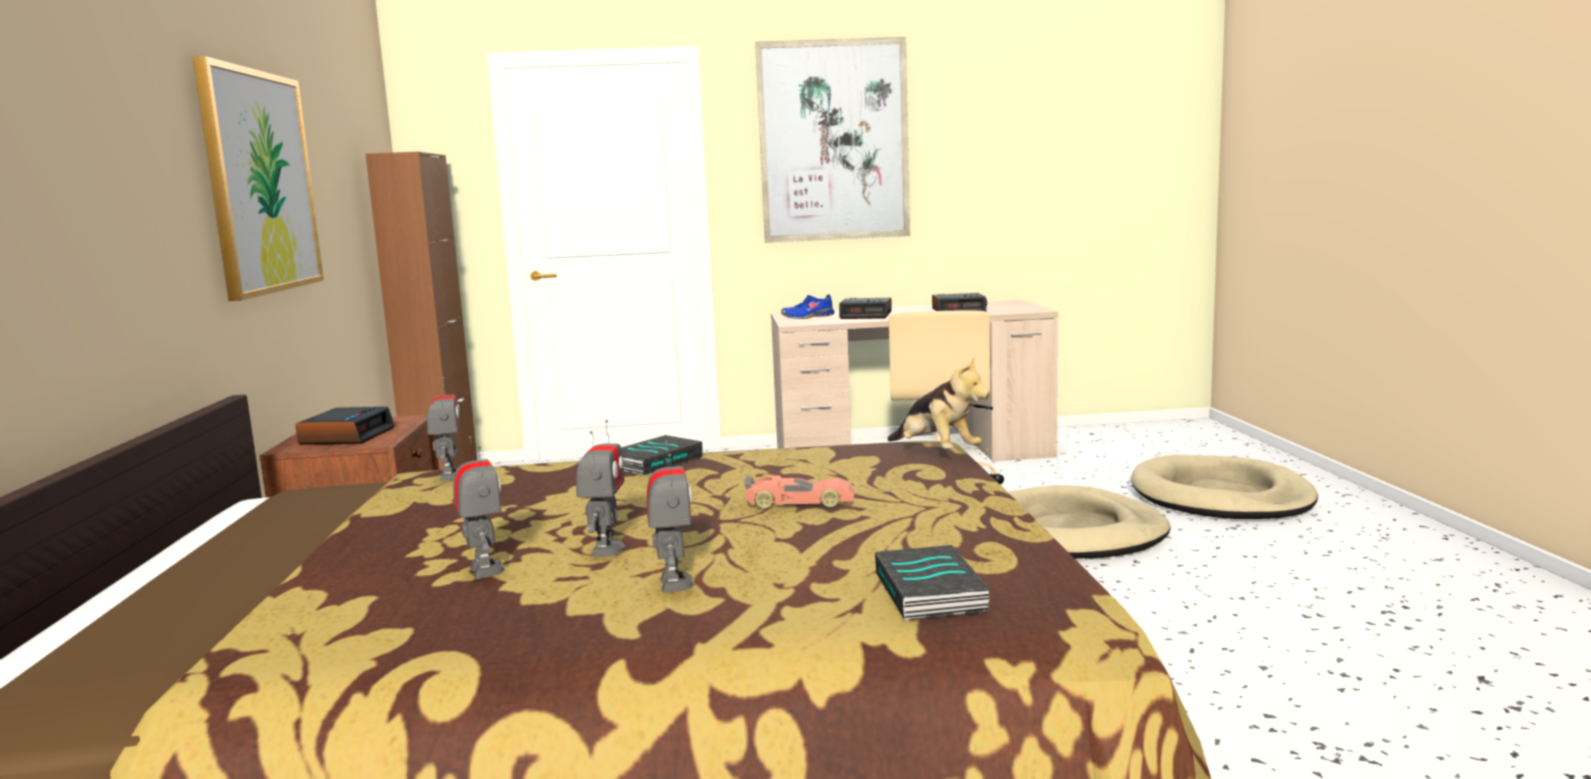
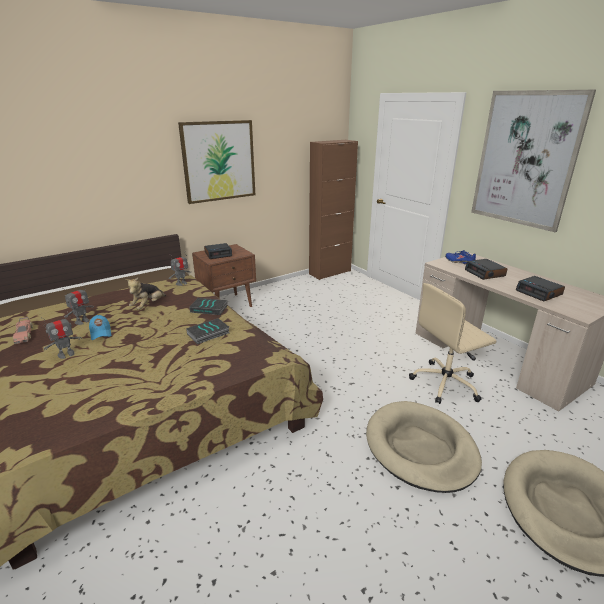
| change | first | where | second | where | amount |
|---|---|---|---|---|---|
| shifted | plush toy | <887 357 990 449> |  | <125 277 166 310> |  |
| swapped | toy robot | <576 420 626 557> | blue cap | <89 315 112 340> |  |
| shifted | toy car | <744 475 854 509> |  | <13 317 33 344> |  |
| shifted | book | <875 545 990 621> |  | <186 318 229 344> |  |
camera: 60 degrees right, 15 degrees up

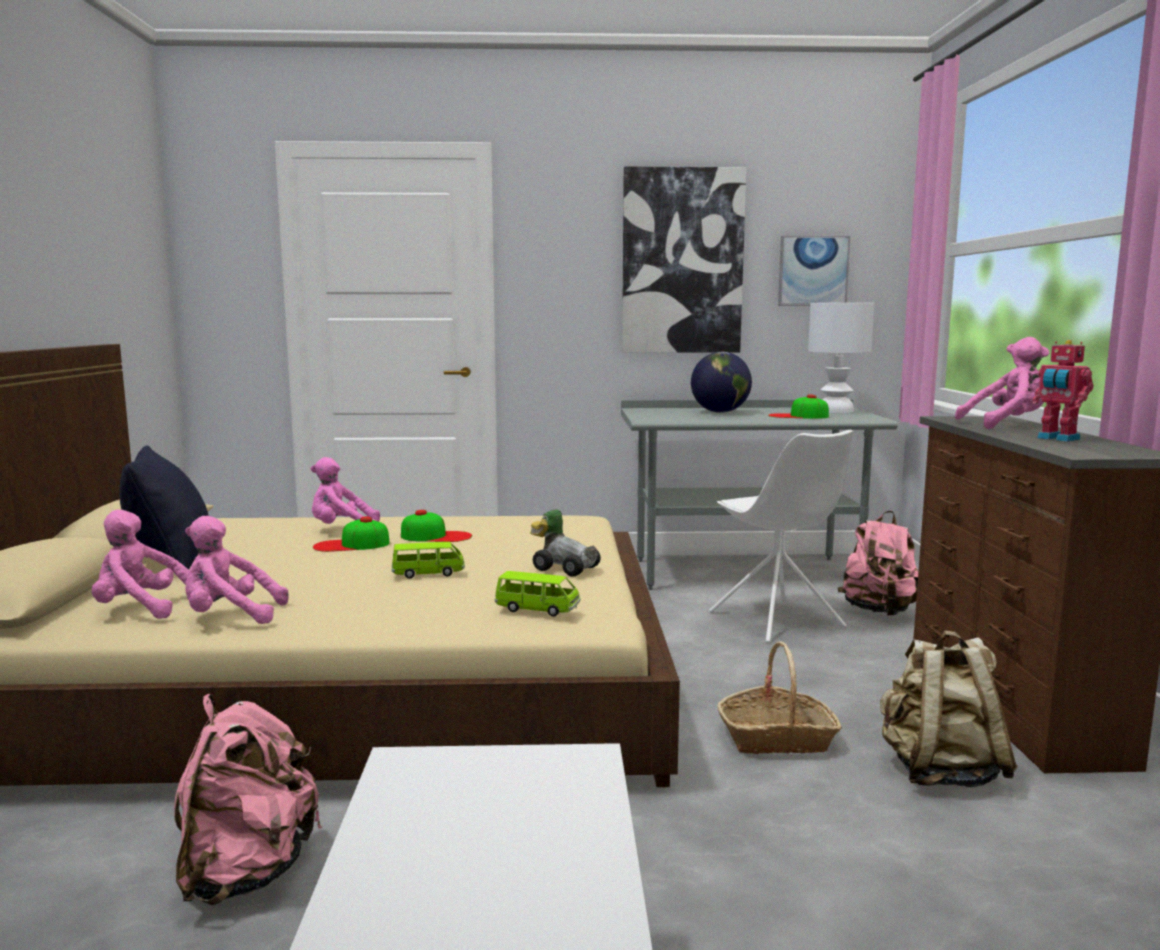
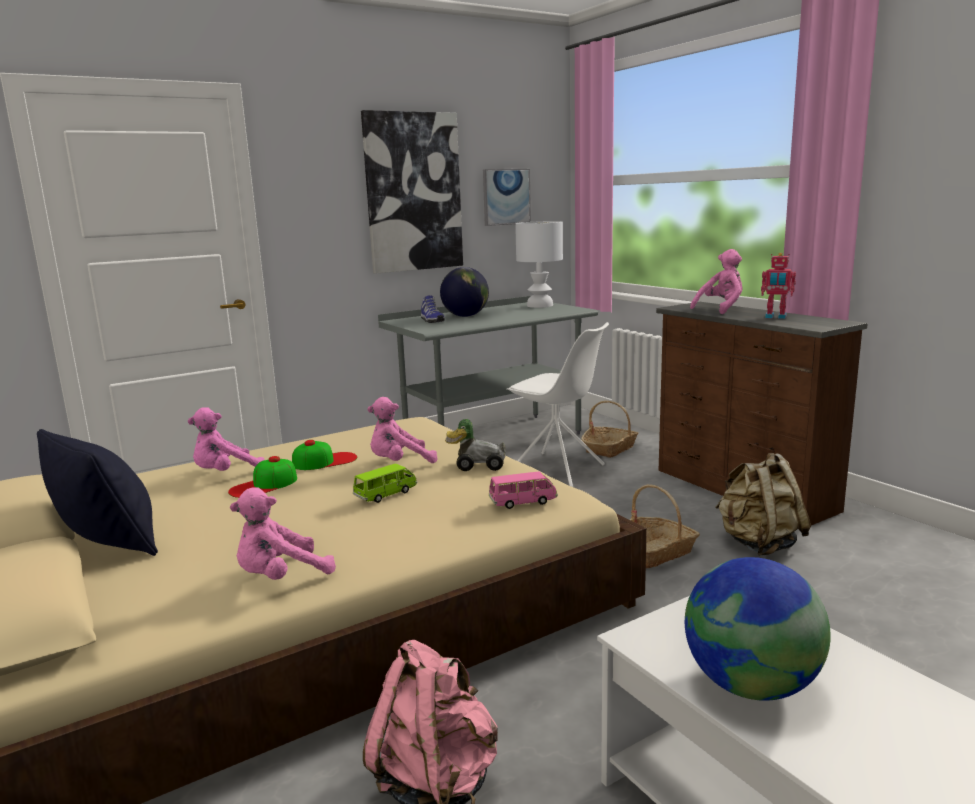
| change | first | where | second | where | amount |
|---|---|---|---|---|---|
| gone | cap | <768 394 829 419> |  |  |  |
| shifted | pink plush toy | <92 510 189 619> |  | <368 397 438 463> |  |
| swapped | pink backpack | <838 511 918 616> | basket | <581 401 638 458> |  |
| repainted | green toy car | <495 571 581 617> | pink toy car | <489 472 558 509> |  |
| new |  |  | shoe | <421 295 445 323> |  |
| new |  |  | globe | <685 557 831 701> |  |
camera: 30 degrees left, 5 degrees up

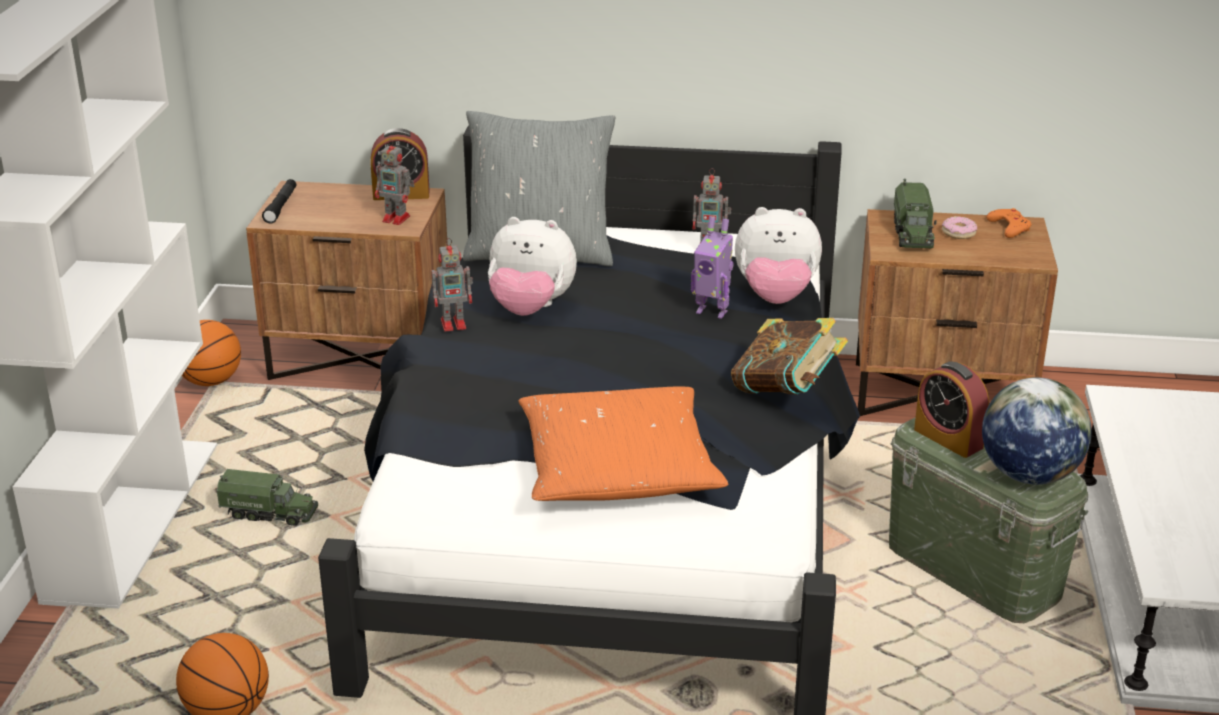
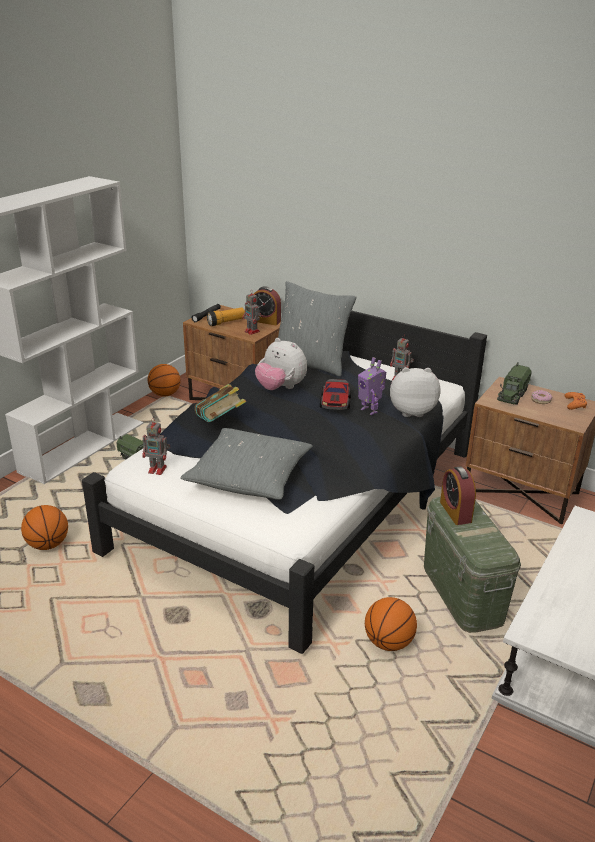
| change | first | where | second | where | amount |
|---|---|---|---|---|---|
| rotated | plush toy | <735 207 822 304> |  | <390 367 440 417> | 150 degrees clockwise |
| shifted | toy robot | <431 238 473 331> |  | <142 418 170 475> |  |
| shifted | book | <731 318 848 394> |  | <195 384 246 422> |  |
| gone | globe | <982 377 1092 485> |  |  |  |
| repainted | orange pillow | <519 386 728 501> | grey pillow | <180 428 313 500> |  |
| new |  |  | flashlight | <207 307 245 326> |  |
| new |  |  | toy car | <320 379 351 410> |  |
| new |  |  | basketball | <365 597 417 651> |  |
camera: 25 degrees right, 0 degrees up

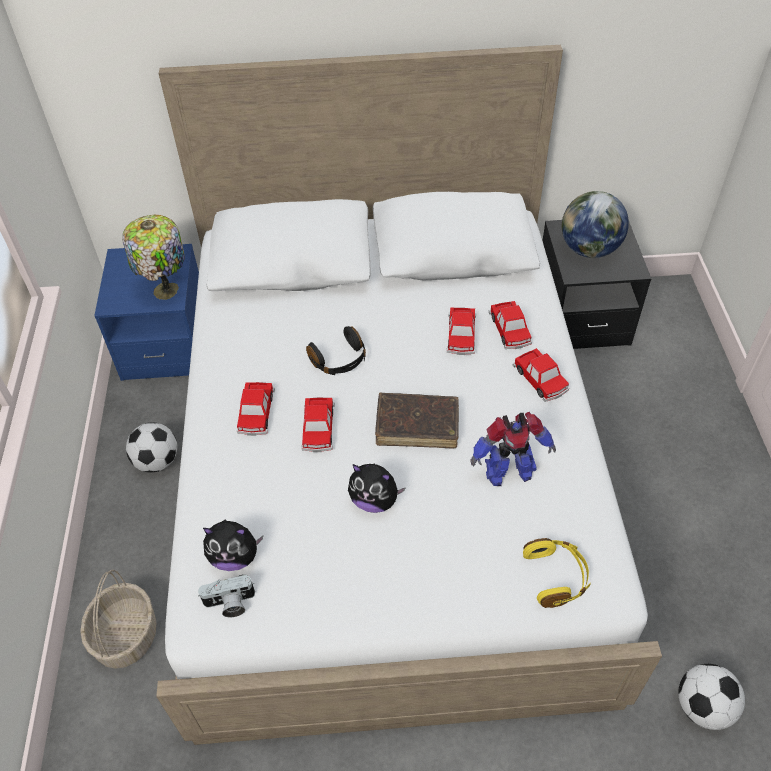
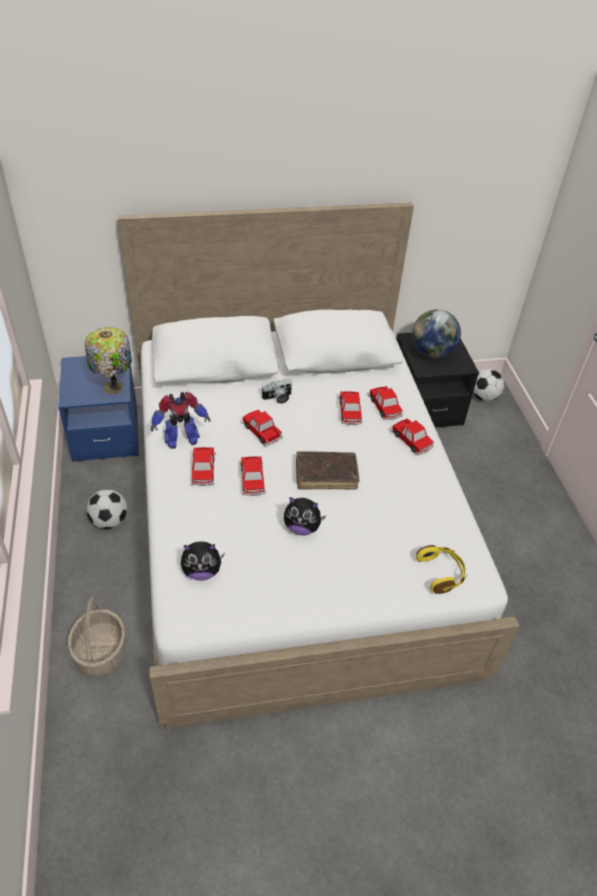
| change | first | where | second | where | amount |
|---|---|---|---|---|---|
| swapped | black headphones | <306 326 366 375> | toy car | <242 410 283 447> |  |
| shifted | toy robot | <470 412 556 486> |  | <151 392 210 449> |  |
| shifted | photo camera | <198 575 255 617> |  | <261 379 292 404> |  |
| shifted | football | <678 664 745 730> |  | <473 369 504 401> |  |
camera: 10 degrees left, 5 degrees down

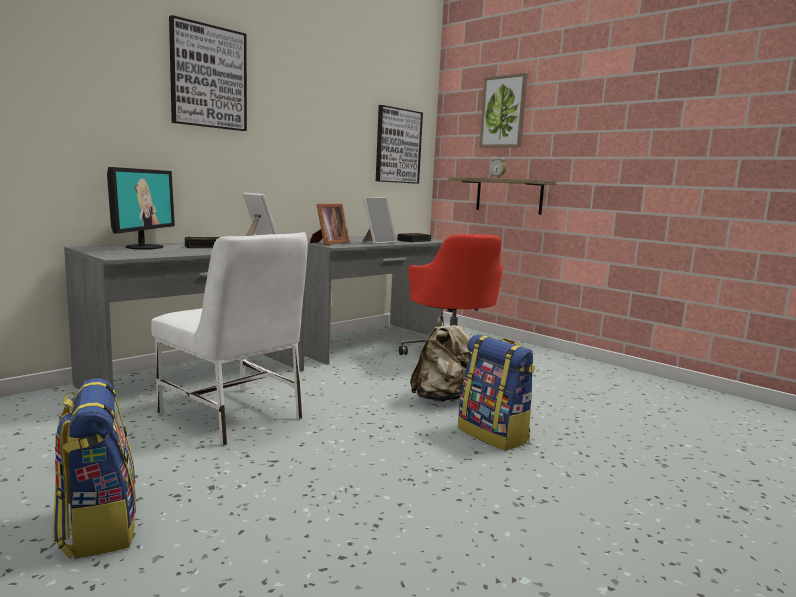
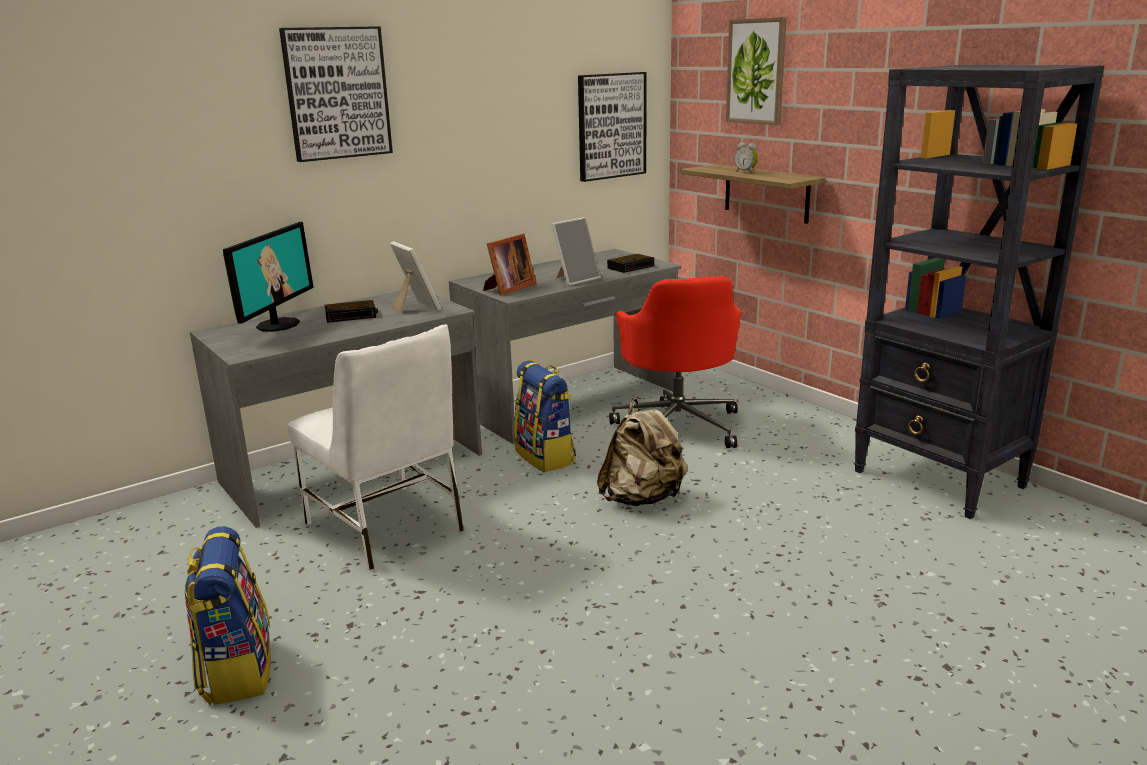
| change | first | where | second | where | amount |
|---|---|---|---|---|---|
| shifted | backpack | <458 334 535 451> |  | <514 360 576 472> |  |
| new |  |  | black bookcase | <854 65 1104 519> |  |
camera: 10 degrees right, 10 degrees up

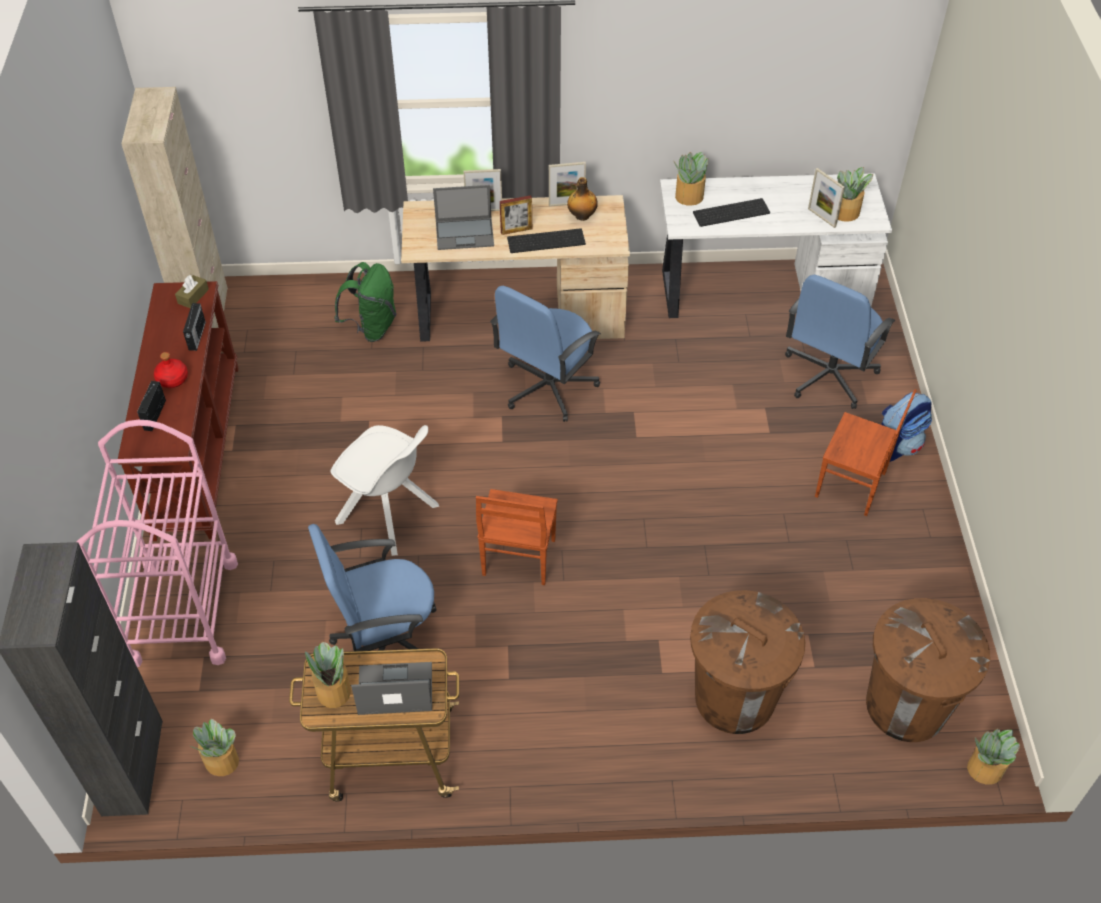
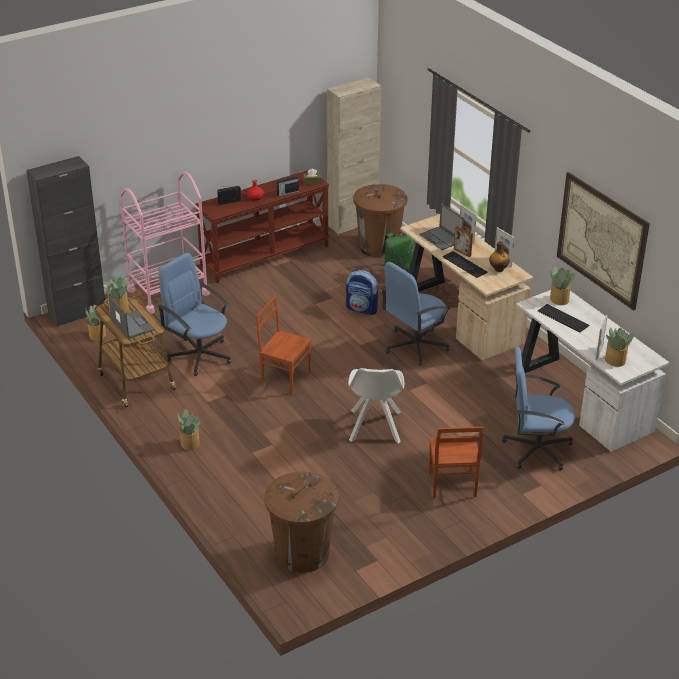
| change | first | where | second | where | amount |
|---|---|---|---|---|---|
| rotated | blue office chair | <490 286 601 422> |  | <381 262 450 366> | 45 degrees counterclockwise |
| shifted | backpack | <881 392 932 462> |  | <346 270 379 315> |  |
| shifted | white chair | <330 425 439 556> |  | <348 368 404 443> |  |
| rotated | brown chair | <476 489 558 585> |  | <256 296 311 394> | 45 degrees clockwise |
| shifted | brown trash can | <690 590 805 734> |  | <353 184 408 258> |  |
| shifted | potted plant | <967 728 1020 784> |  | <177 409 200 450> |  |
| new |  |  | picture | <557 172 650 311> |  |
camera: 60 degrees right, 15 degrees down

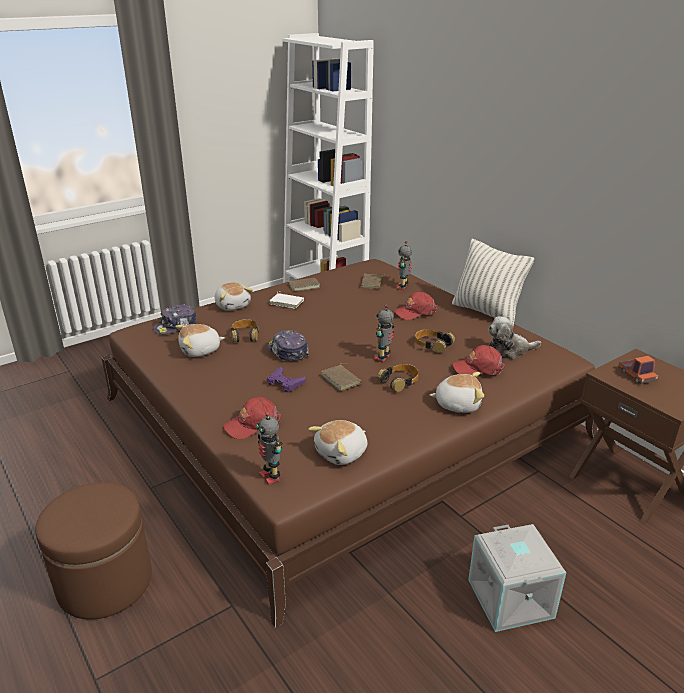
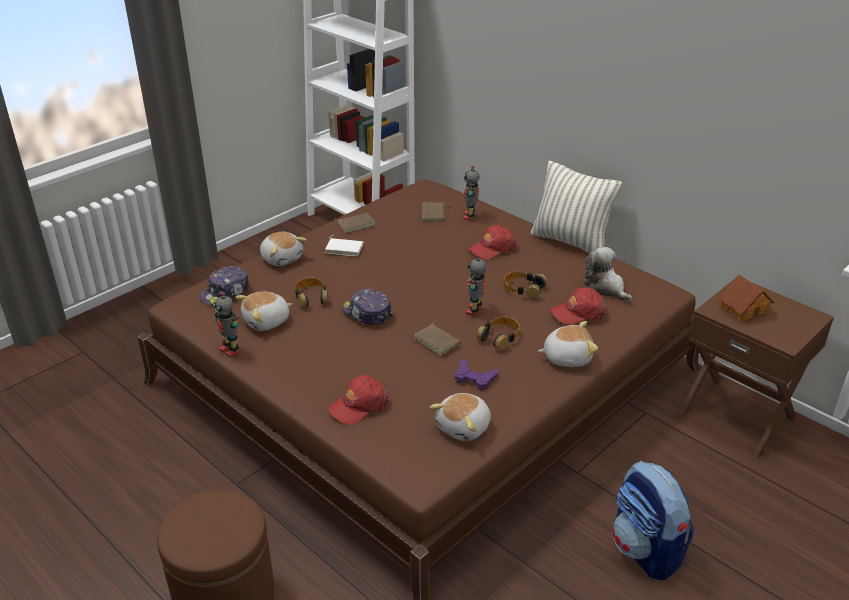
| change | first | where | second | where | amount |
|---|---|---|---|---|---|
| rotated | plush toy | <488 316 541 359> |  | <583 247 632 302> | 75 degrees clockwise |
| swapped | toy truck | <618 356 658 384> | toy house | <719 274 774 322> |  |
| shifted | purple game controller | <267 367 306 392> |  | <455 359 498 390> |  |
| shifted | toy robot | <256 412 282 485> |  | <213 292 239 358> |  |
| swapped | grey storage box | <468 524 566 632> | backpack | <612 461 694 581> |  |
camera: 10 degrees left, 5 degrees up

